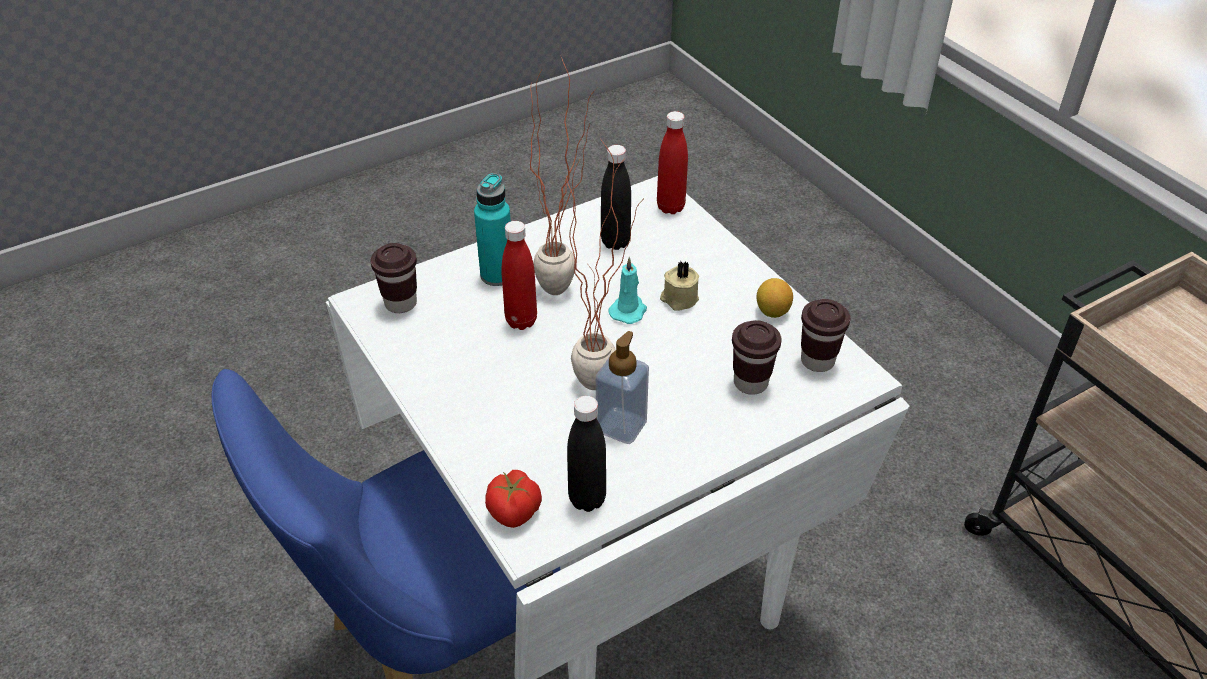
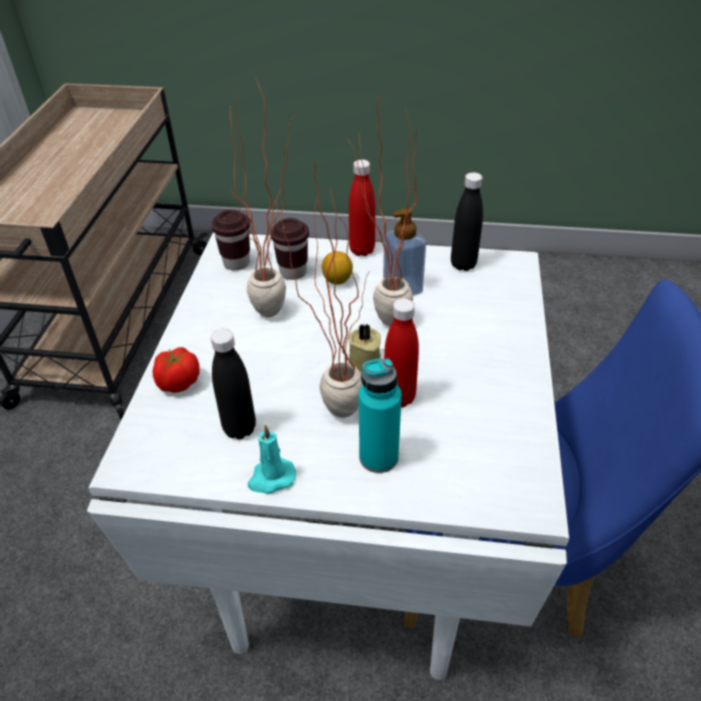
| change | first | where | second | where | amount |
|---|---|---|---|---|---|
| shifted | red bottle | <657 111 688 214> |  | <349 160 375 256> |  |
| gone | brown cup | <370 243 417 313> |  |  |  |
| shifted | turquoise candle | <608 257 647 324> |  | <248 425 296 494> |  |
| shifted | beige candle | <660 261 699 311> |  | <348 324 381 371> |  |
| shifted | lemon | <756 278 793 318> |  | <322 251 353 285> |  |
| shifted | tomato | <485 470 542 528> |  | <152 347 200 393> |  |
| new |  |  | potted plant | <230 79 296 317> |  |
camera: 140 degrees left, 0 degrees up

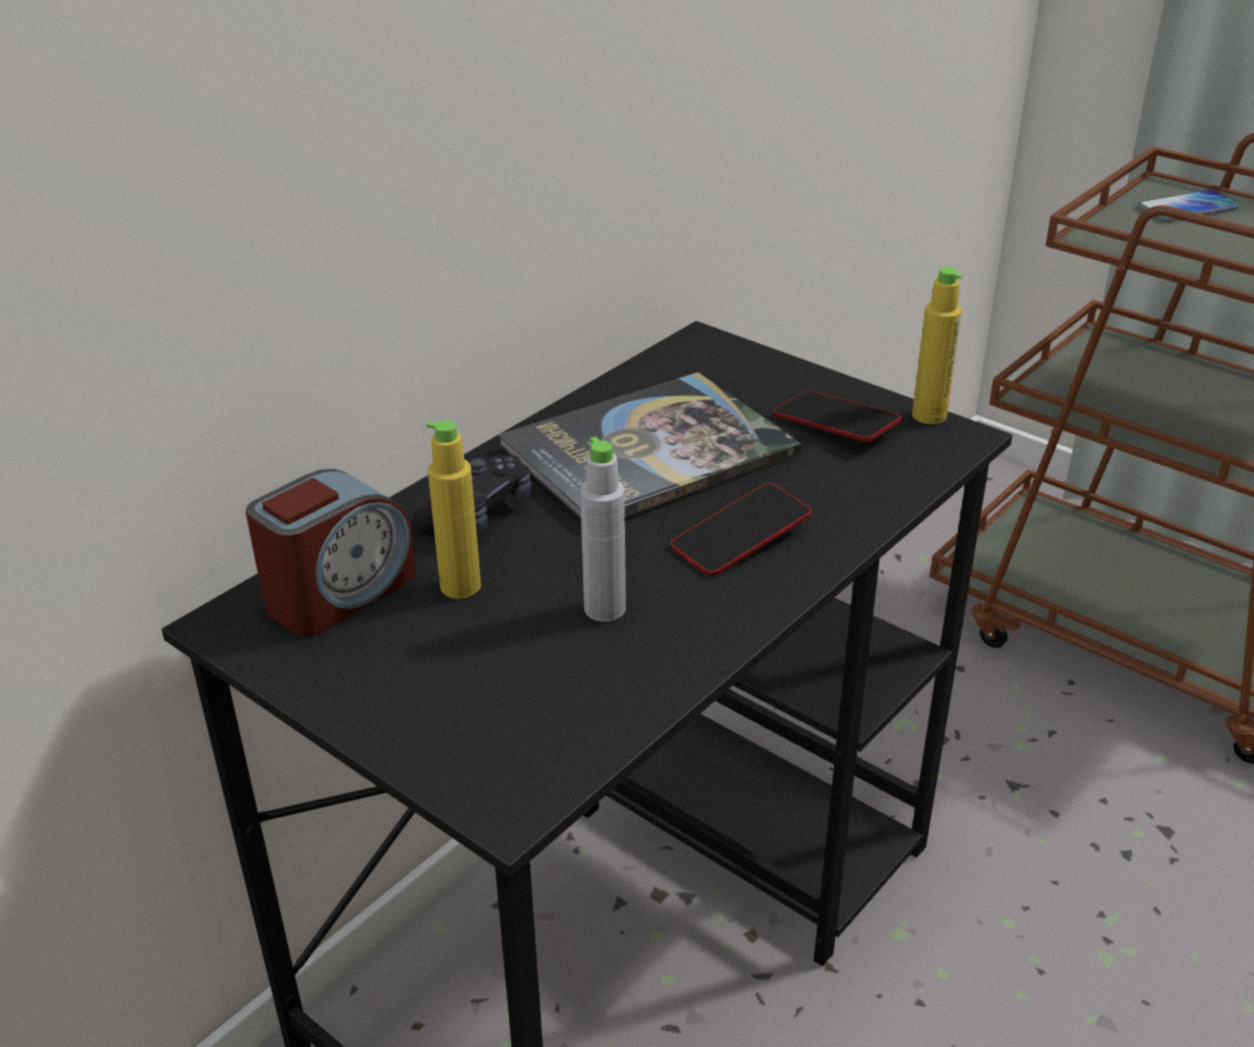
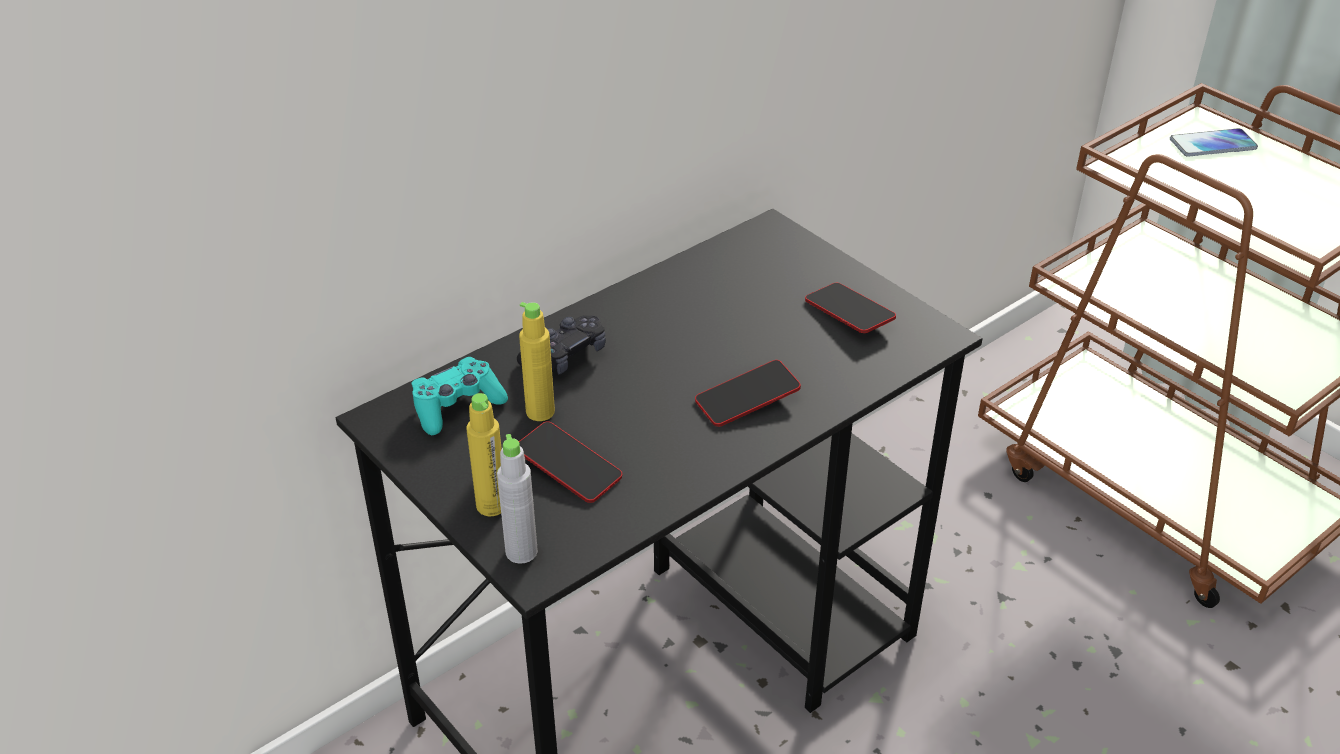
| change | first | where | second | where | amount |
|---|---|---|---|---|---|
| shifted | yellow bottle | <912 267 963 424> |  | <466 393 502 516> |  |
| gone | book | <498 372 802 519> |  |  |  |
| shifted | grey bottle | <580 436 626 622> |  | <497 434 538 564> |  |
| swapped | alarm clock | <246 469 417 637> | turquoise game controller | <412 357 508 435> |  |
| new |  |  | phone | <519 421 622 503> |  |
camera: 10 degrees right, 5 degrees up

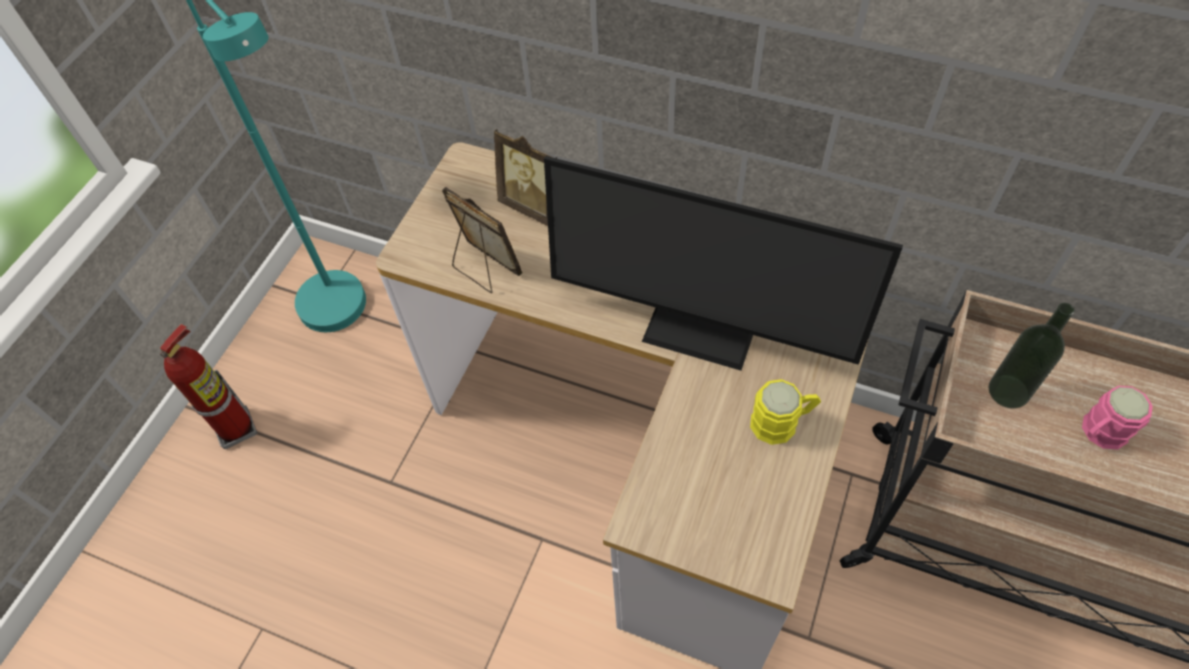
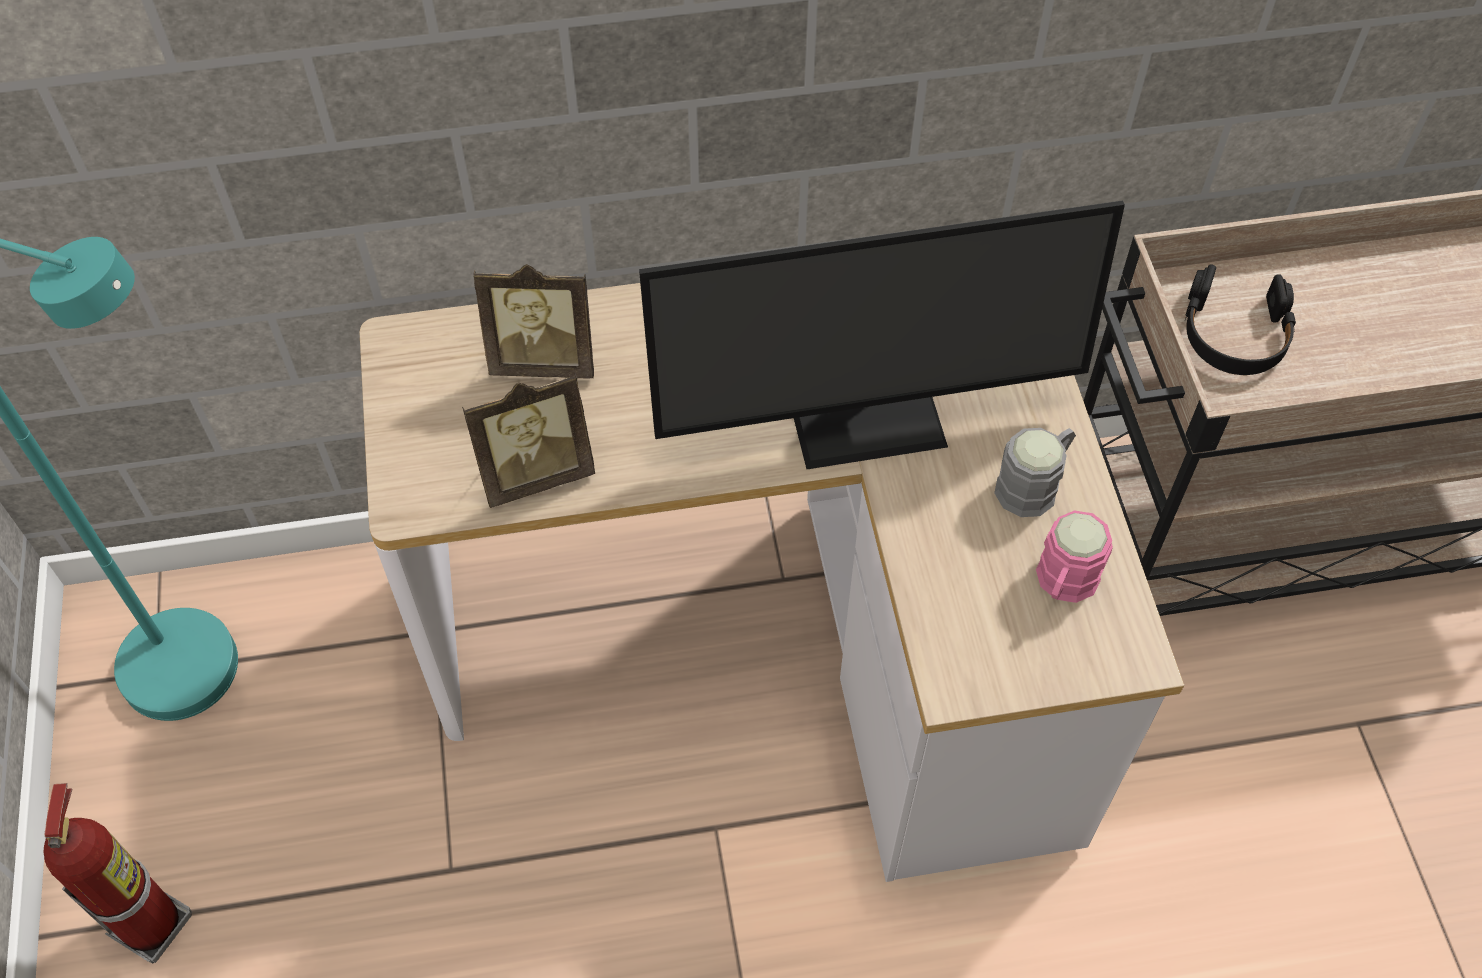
| change | first | where | second | where | amount |
|---|---|---|---|---|---|
| rotated | picture frame | <442 187 523 293> |  | <462 372 595 508> | 150 degrees clockwise |
| swapped | bottle | <989 303 1075 409> | black headphones | <1185 264 1296 375> |  |
| repainted | yellow mug | <750 379 821 445> | grey mug | <994 428 1076 517> |  |
| shifted | pink mug | <1082 386 1153 450> |  | <1036 511 1113 603> |  |
camera: 35 degrees left, 0 degrees up

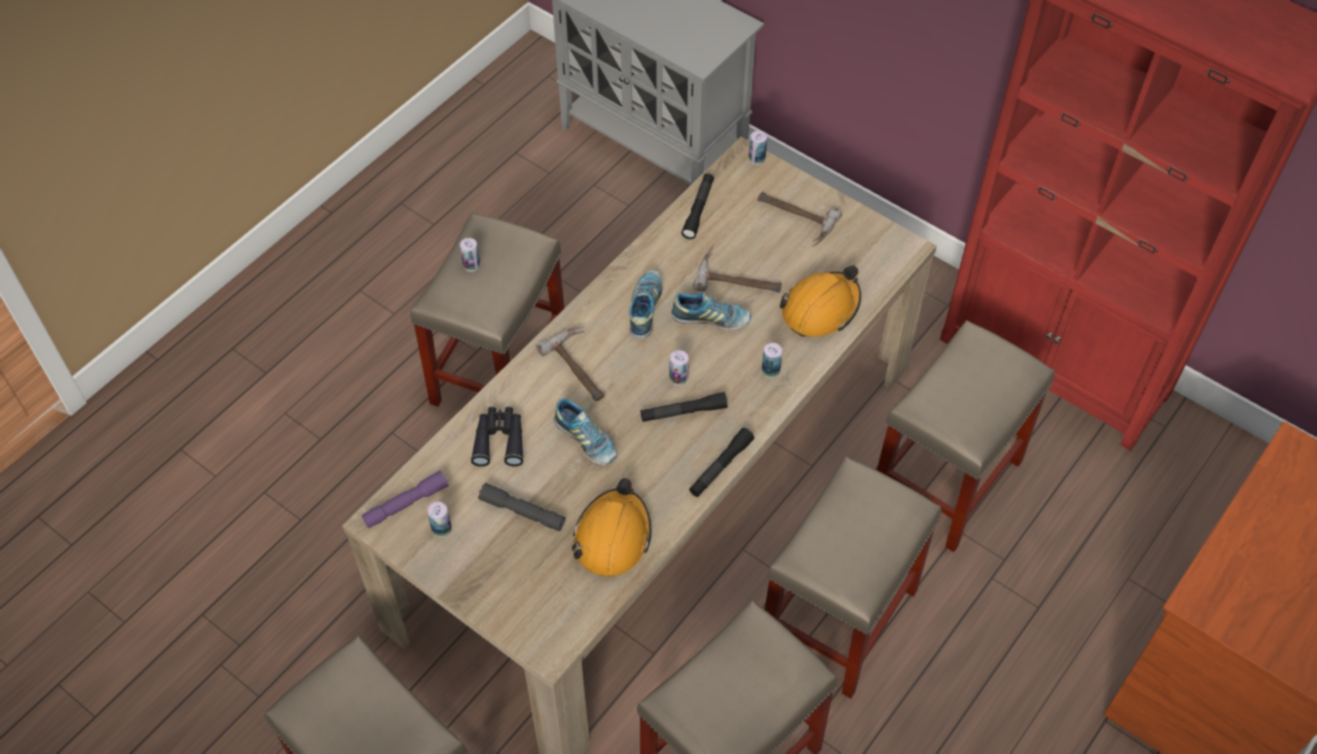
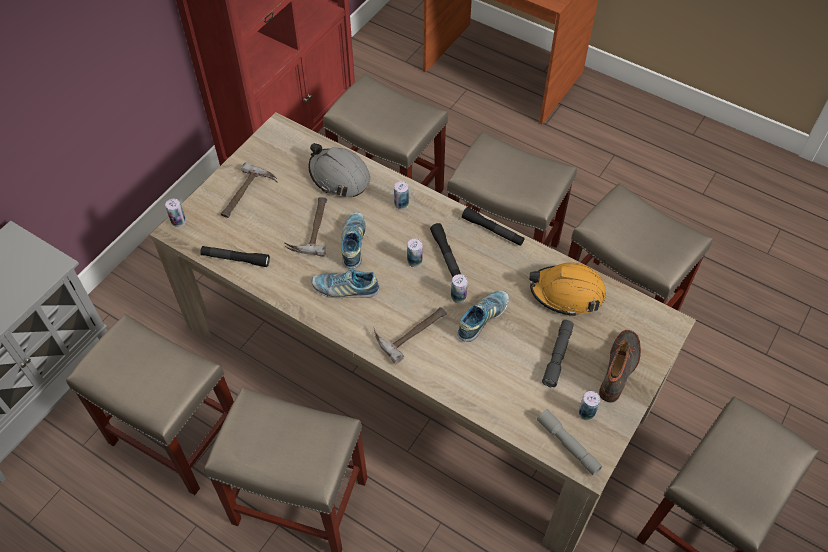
| change | first | where | second | where | amount |
|---|---|---|---|---|---|
| shifted | can | <460 238 480 272> |  | <451 274 468 303> |  |
| repainted | orange hard hat | <779 265 861 337> | grey hard hat | <309 143 371 197> |  |
| gone | black binoculars | <471 407 524 467> |  |  |  |
| repainted | purple flashlight | <362 470 449 528> | grey flashlight | <537 409 602 475> |  |
| new |  |  | beige stool | <66 314 234 495> |  |
| new |  |  | boot | <599 330 641 403> |  |
camera: 95 degrees left, 0 degrees up

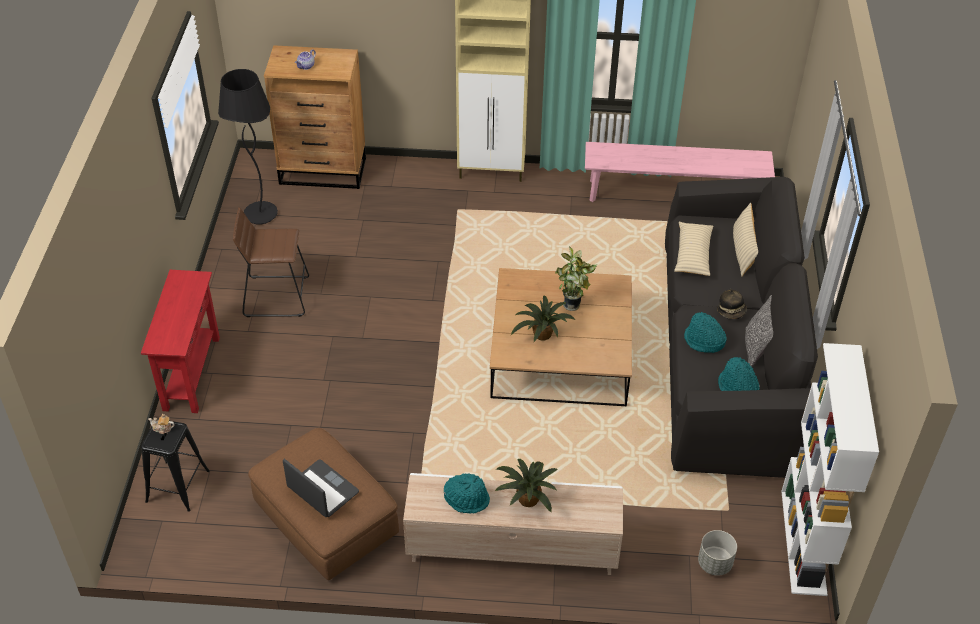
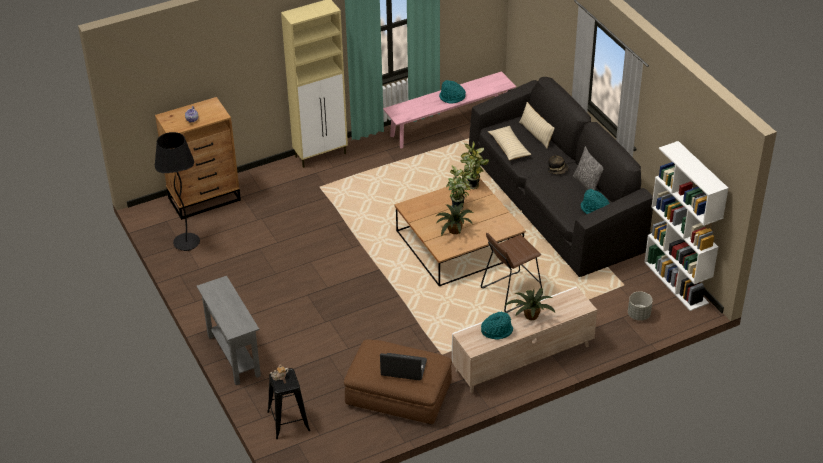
| change | first | where | second | where | amount |
|---|---|---|---|---|---|
| shifted | brown stool | <233 207 309 317> |  | <481 233 543 313> |  |
| repainted | red console table | <141 270 220 413> | grey console table | <197 276 261 385> |  |
| shifted | turquoise hat | <684 312 727 353> |  | <439 80 466 104> |  |
| new |  |  | potted plant | <460 141 489 189> |  |
camera: 30 degrees left, 5 degrees down

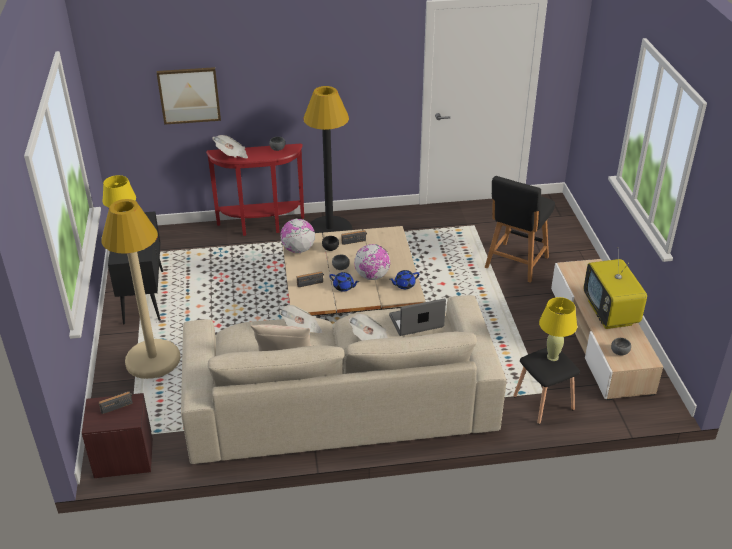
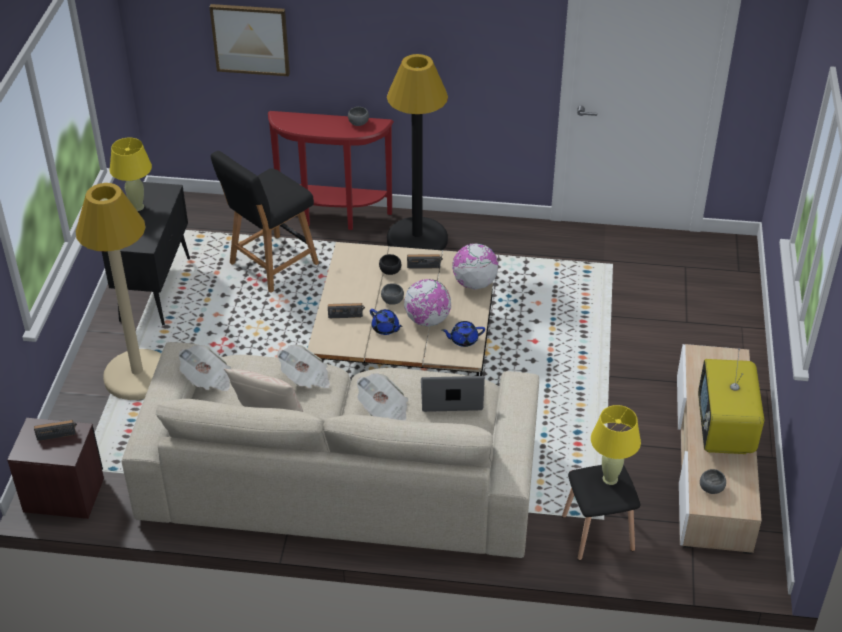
| change | first | where | second | where | amount |
|---|---|---|---|---|---|
| shifted | newspaper | <212 135 248 159> |  | <178 345 231 391> |  |
| shifted | black stool | <485 176 555 283> |  | <211 151 319 293> |  |
| shifted | globe | <280 219 315 253> |  | <452 243 498 290> |  |
camera: 15 degrees right, 5 degrees up

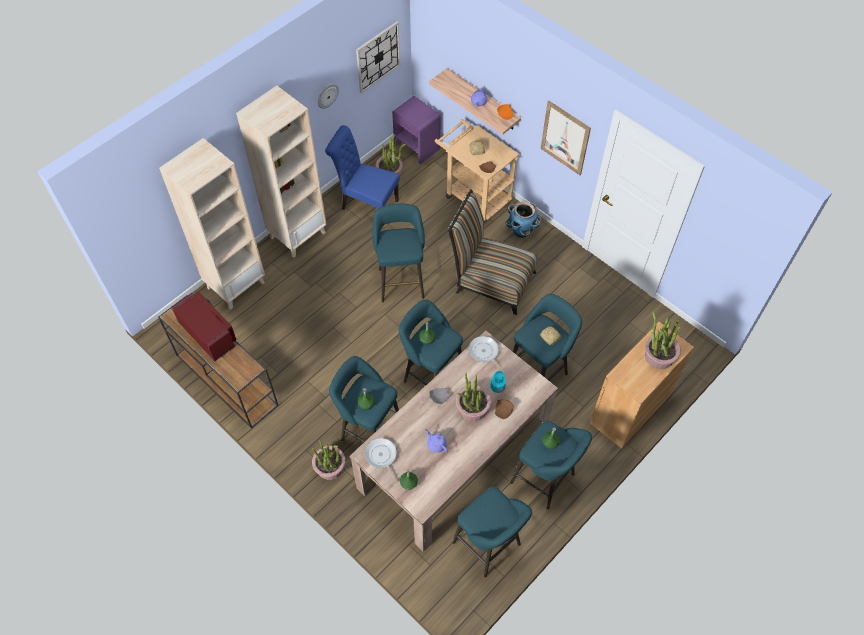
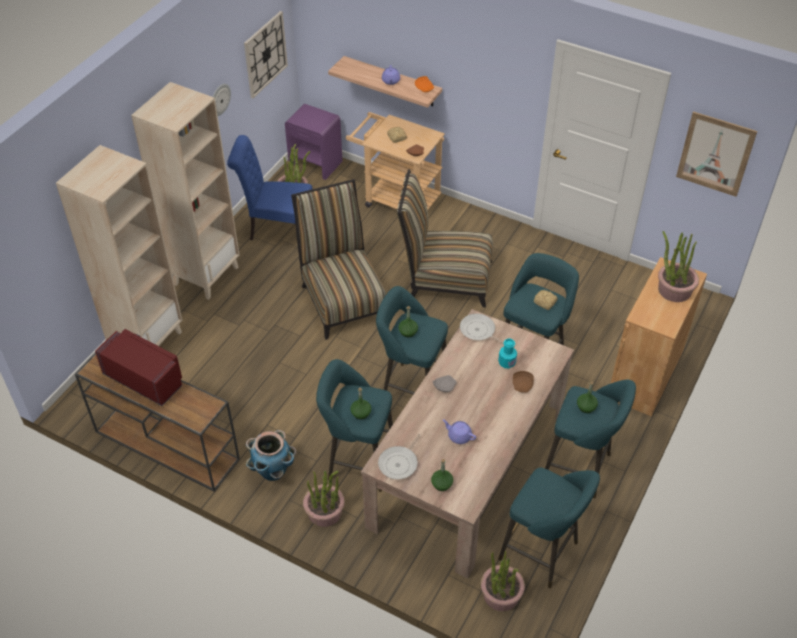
| change | first | where | second | where | amount |
|---|---|---|---|---|---|
| shifted | picture | <541 100 591 175> |  | <676 112 757 197> |  |
| shifted | planter | <505 202 541 238> |  | <246 430 296 481> |  |
| swapped | turquoise stool | <372 204 425 302> | chair | <291 179 387 340> |  |
| shifted | potted plant | <456 373 491 421> |  | <481 551 525 611> |  |
| rotated | frying pan | <365 438 397 482> |  | <378 434 420 479> | 105 degrees counterclockwise |
camera: 15 degrees left, 10 degrees down

